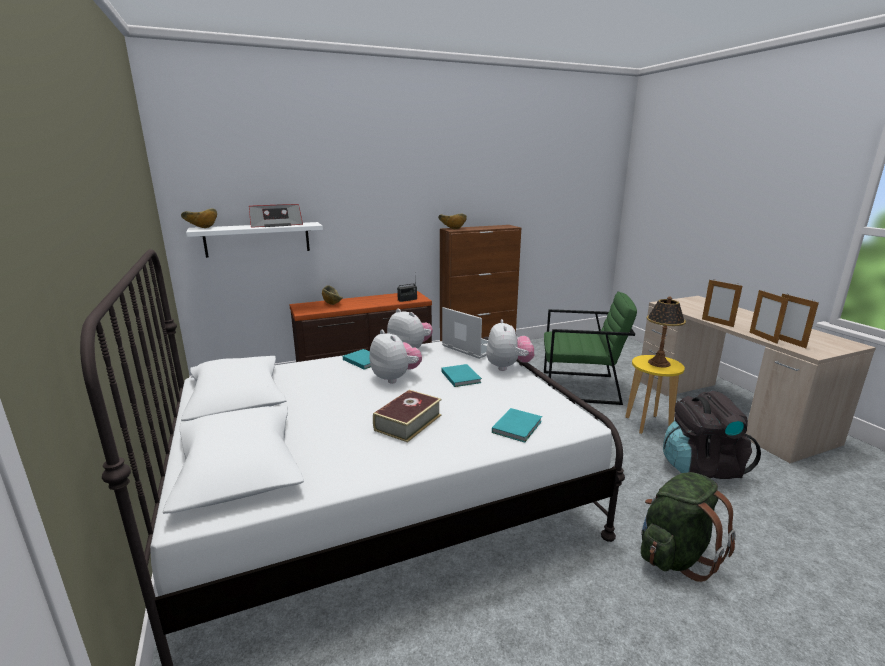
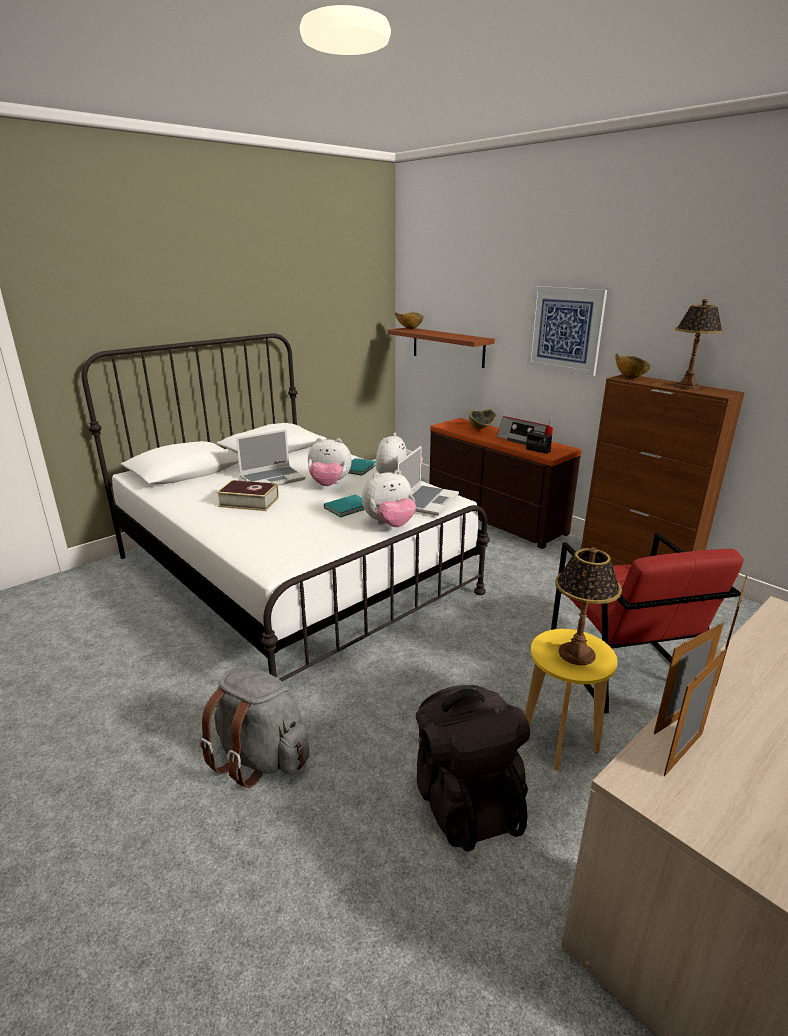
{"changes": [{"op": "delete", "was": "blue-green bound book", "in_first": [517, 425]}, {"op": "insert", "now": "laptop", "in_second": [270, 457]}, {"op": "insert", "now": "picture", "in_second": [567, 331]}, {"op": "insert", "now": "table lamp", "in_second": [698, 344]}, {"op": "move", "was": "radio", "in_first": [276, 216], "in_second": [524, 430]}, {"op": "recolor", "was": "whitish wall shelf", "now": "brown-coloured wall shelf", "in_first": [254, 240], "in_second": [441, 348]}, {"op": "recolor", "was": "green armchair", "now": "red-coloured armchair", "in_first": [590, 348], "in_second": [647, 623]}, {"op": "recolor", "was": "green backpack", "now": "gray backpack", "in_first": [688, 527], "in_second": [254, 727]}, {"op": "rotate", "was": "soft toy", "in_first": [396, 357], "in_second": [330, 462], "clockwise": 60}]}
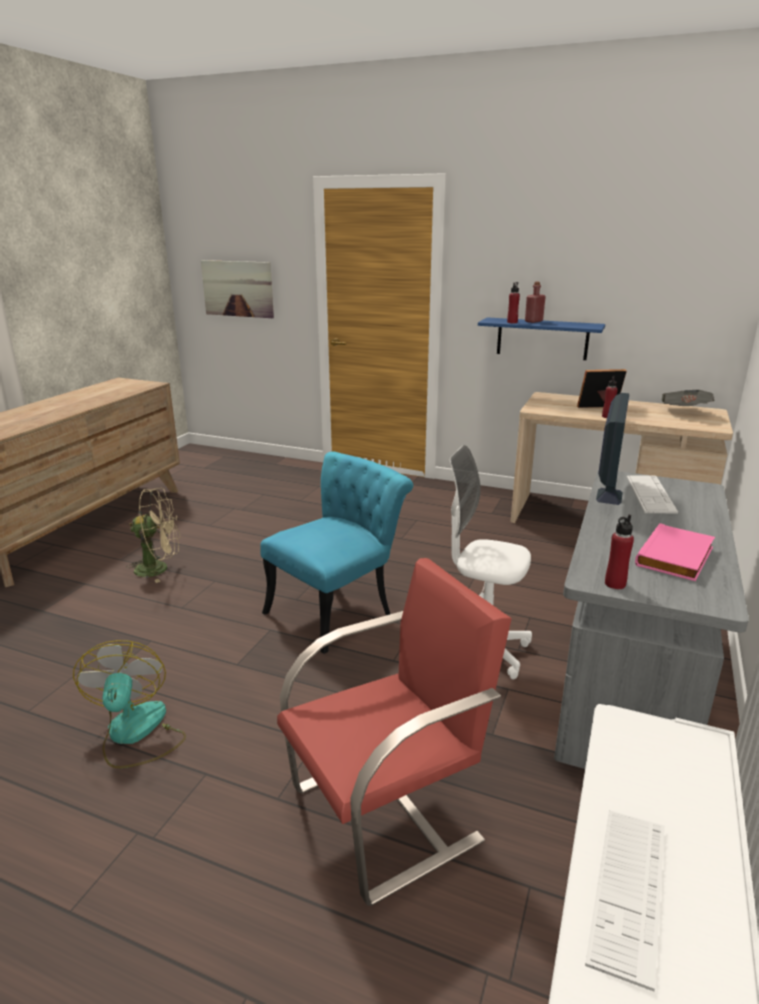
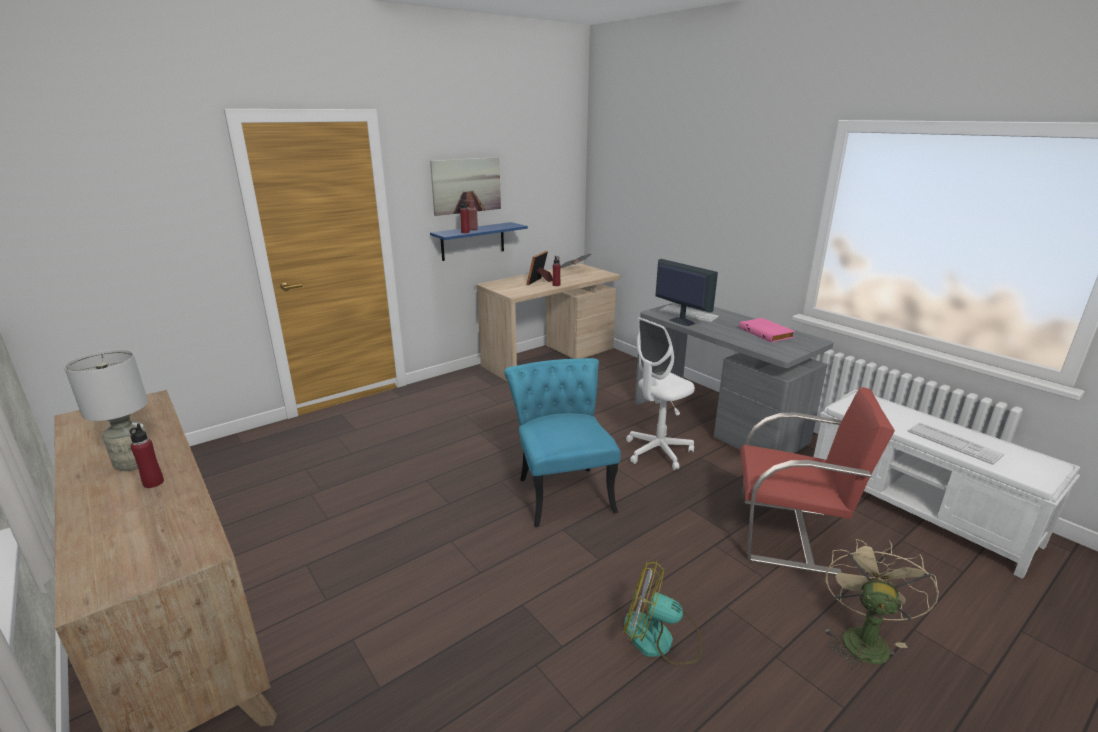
{"changes": [{"op": "insert", "now": "gray table lamp", "in_second": [106, 410]}, {"op": "move", "was": "beige-coloured fan", "in_first": [153, 535], "in_second": [882, 604]}, {"op": "move", "was": "picture", "in_first": [237, 289], "in_second": [465, 186]}, {"op": "move", "was": "red-coloured drink bottle", "in_first": [619, 551], "in_second": [146, 456]}, {"op": "rotate", "was": "red-coloured plain chair", "in_first": [394, 732], "in_second": [817, 481], "clockwise": 105}]}
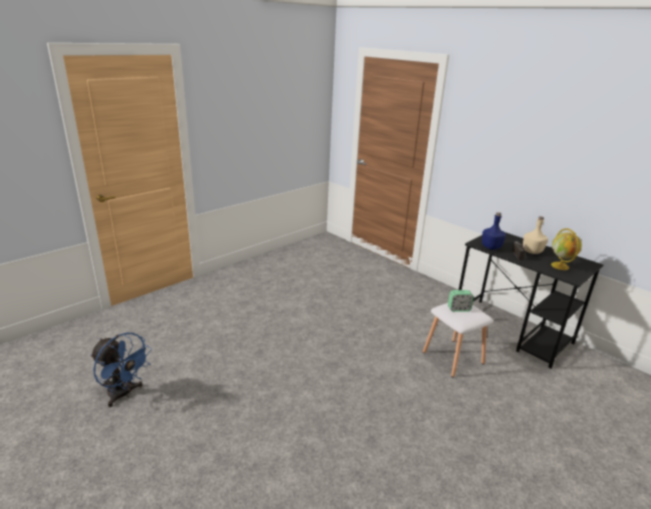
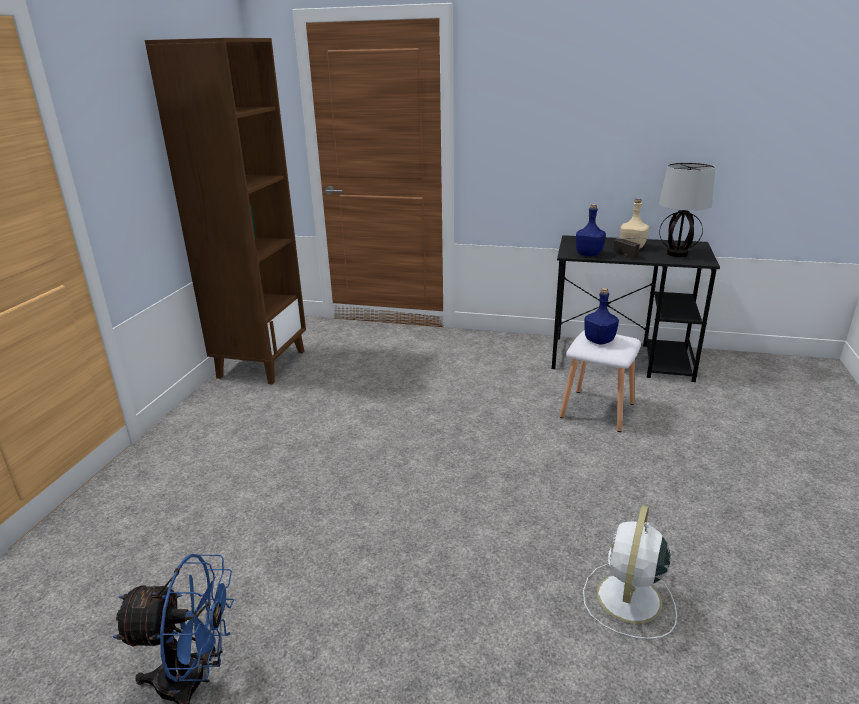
{"changes": [{"op": "insert", "now": "brown-coloured bookshelf", "in_second": [225, 211]}, {"op": "insert", "now": "whitish fan", "in_second": [630, 572]}, {"op": "replace", "was": "alarm clock", "now": "blue drink bottle", "in_first": [461, 301], "in_second": [601, 316]}, {"op": "replace", "was": "world globe", "now": "table lamp", "in_first": [566, 249], "in_second": [687, 209]}]}
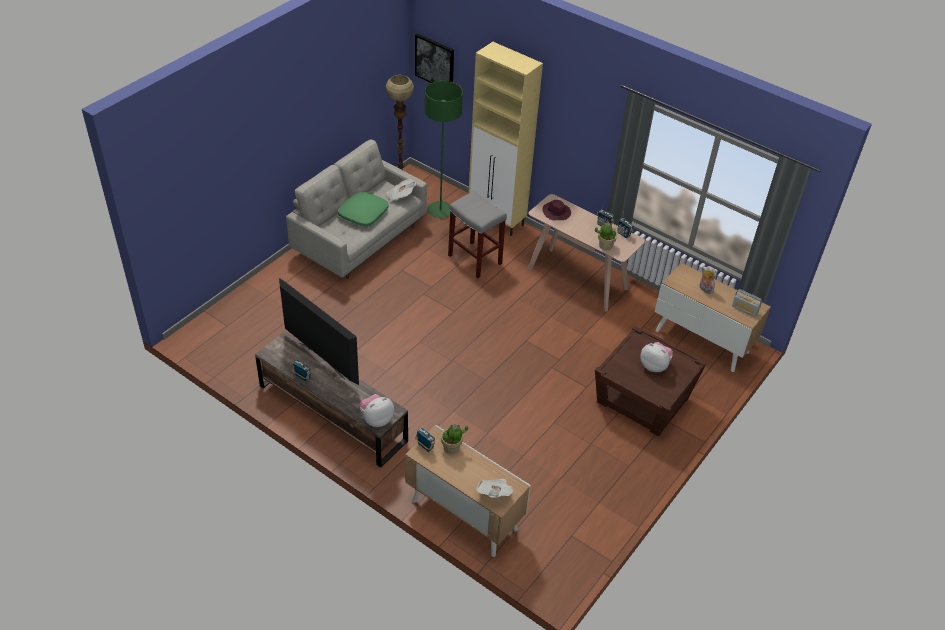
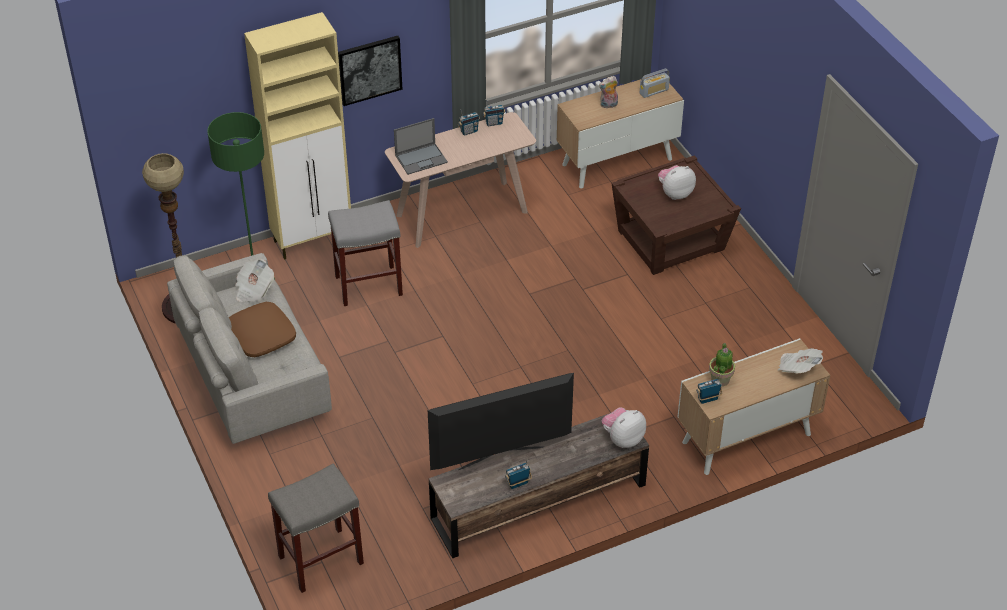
{"changes": [{"op": "delete", "was": "houseplant", "in_first": [606, 236]}, {"op": "insert", "now": "gray stool", "in_second": [316, 528]}, {"op": "move", "was": "picture", "in_first": [434, 58], "in_second": [370, 71]}, {"op": "replace", "was": "purple wearable hat", "now": "laptop", "in_first": [556, 210], "in_second": [421, 146]}, {"op": "recolor", "was": "green throw pillow", "now": "brown-coloured throw pillow", "in_first": [363, 208], "in_second": [262, 329]}, {"op": "rotate", "was": "soft toy", "in_first": [376, 410], "in_second": [624, 427], "clockwise": 60}]}
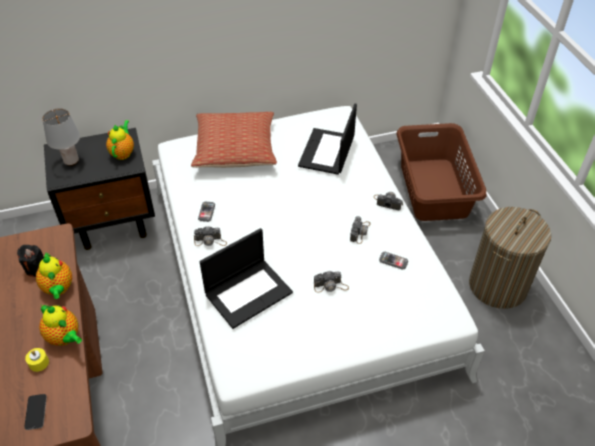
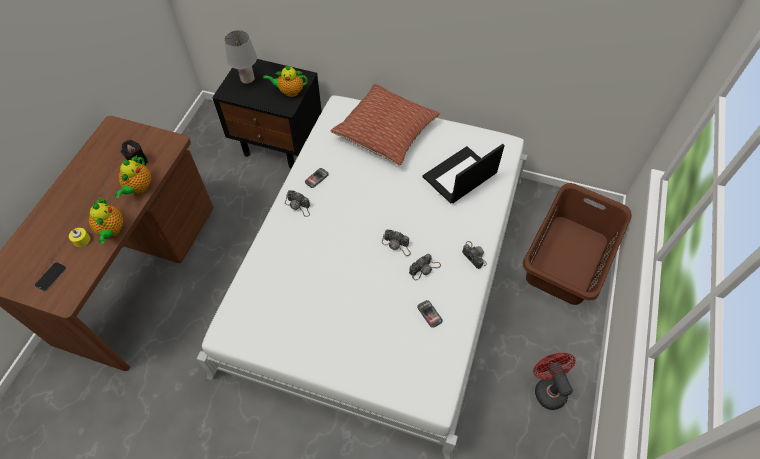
{"changes": [{"op": "delete", "was": "laptop", "in_first": [246, 278]}, {"op": "move", "was": "still camera", "in_first": [331, 282], "in_second": [396, 242]}, {"op": "replace", "was": "laundry basket", "now": "red-coloured fan", "in_first": [510, 258], "in_second": [554, 381]}, {"op": "rotate", "was": "pot for tea", "in_first": [120, 140], "in_second": [285, 80], "clockwise": -135}]}
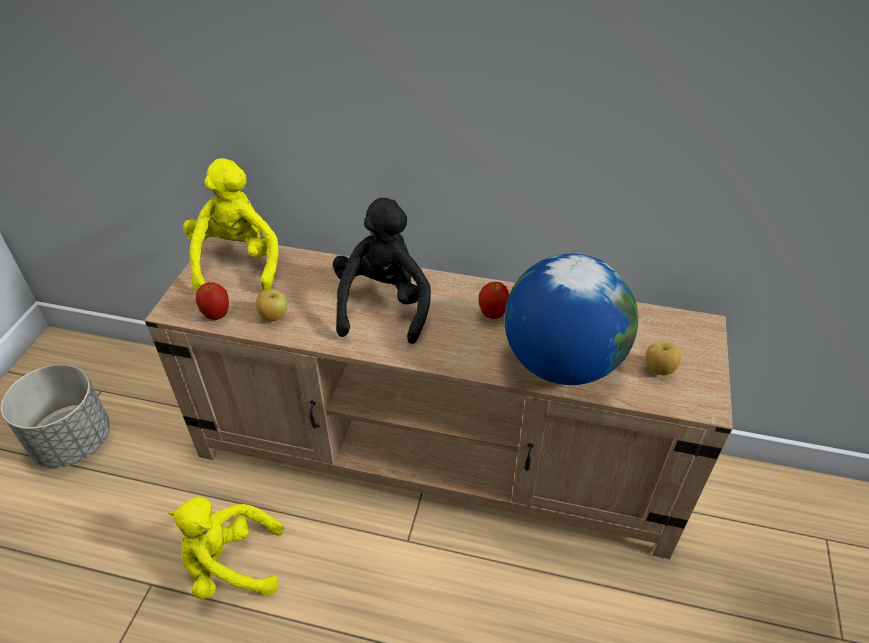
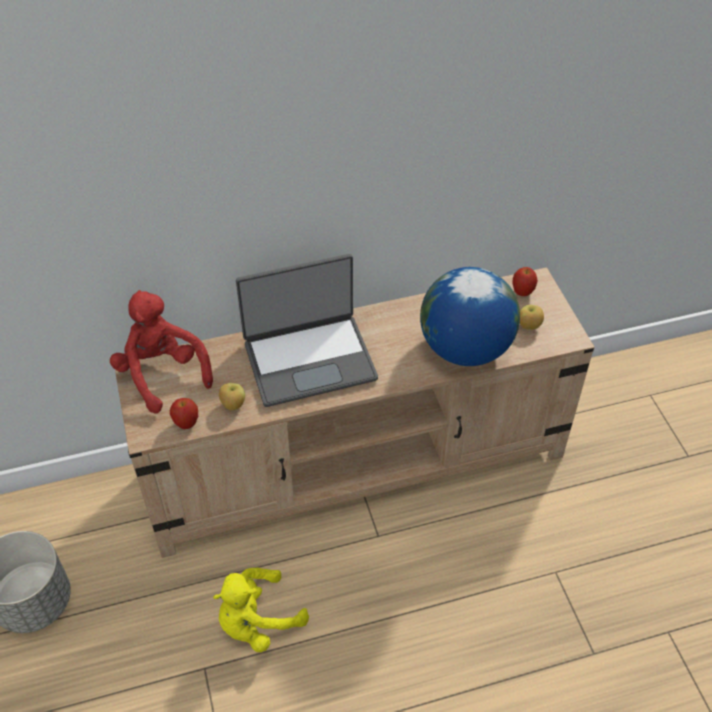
{"changes": [{"op": "move", "was": "whole apple", "in_first": [494, 300], "in_second": [525, 281]}, {"op": "replace", "was": "black soft toy", "now": "laptop", "in_first": [382, 271], "in_second": [307, 330]}, {"op": "recolor", "was": "yellow-coloured soft toy", "now": "red-coloured soft toy", "in_first": [231, 225], "in_second": [161, 352]}]}
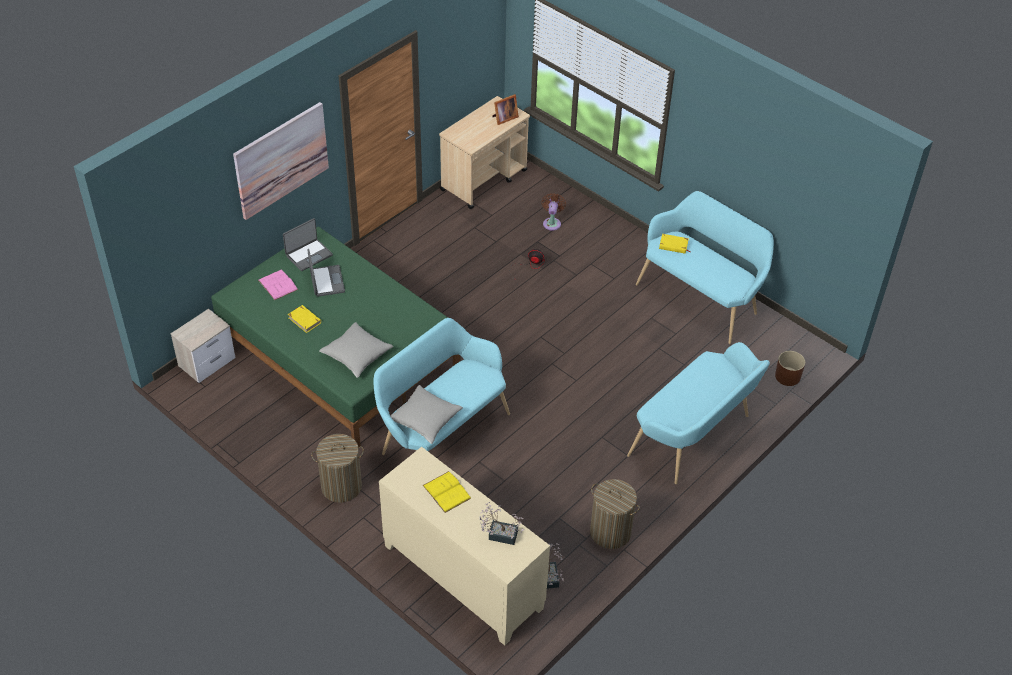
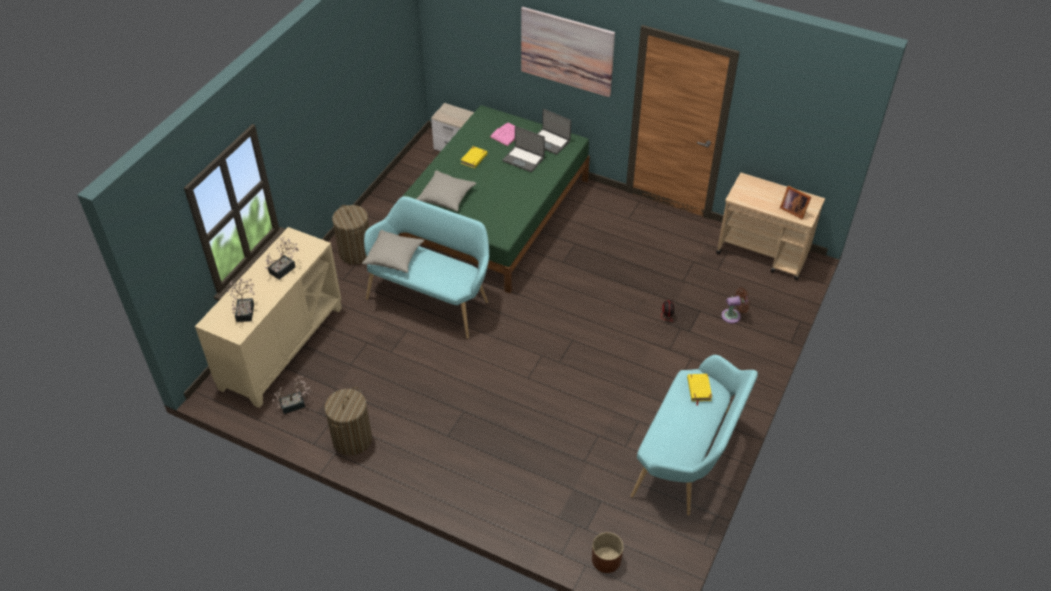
{"changes": [{"op": "delete", "was": "blue-green indoor bench", "in_first": [698, 413]}, {"op": "replace", "was": "yellow-coloured bound book", "now": "houseplant", "in_first": [447, 492], "in_second": [282, 258]}, {"op": "rotate", "was": "laptop", "in_first": [326, 273], "in_second": [523, 149], "clockwise": 60}]}
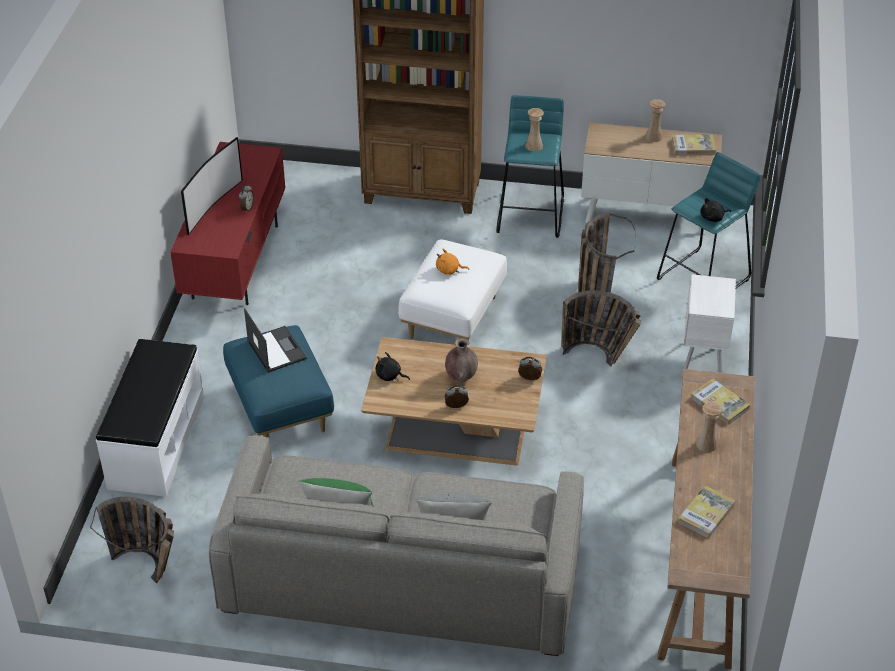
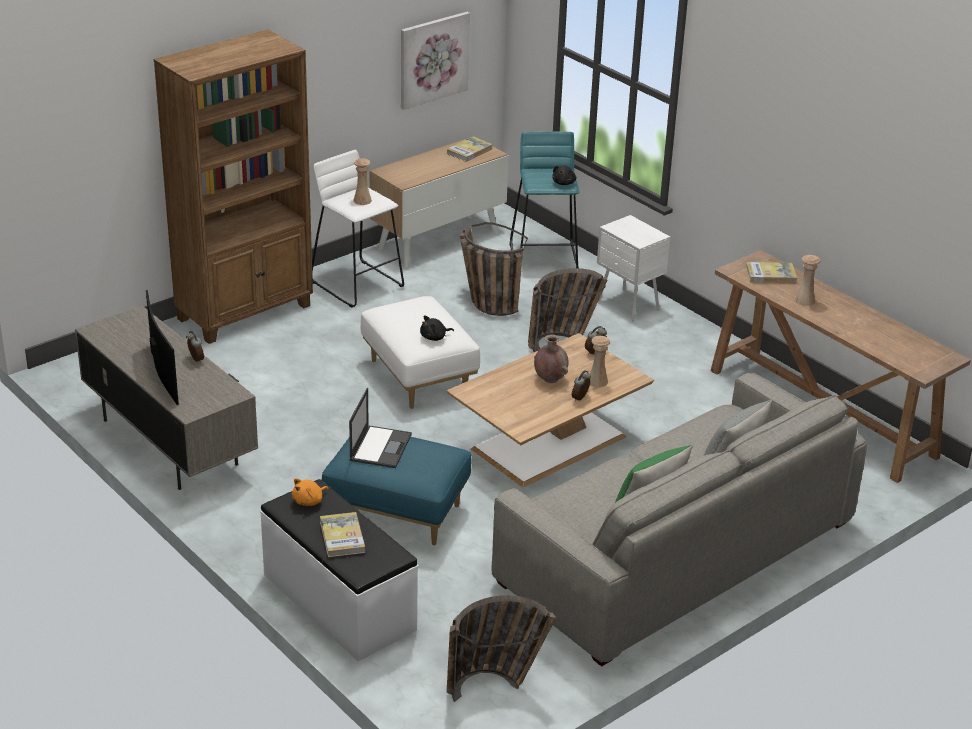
{"changes": [{"op": "insert", "now": "picture", "in_second": [435, 61]}, {"op": "move", "was": "black soft toy", "in_first": [392, 366], "in_second": [437, 328]}, {"op": "move", "was": "orange soft toy", "in_first": [452, 262], "in_second": [310, 492]}, {"op": "move", "was": "beige-coloured decorative vase", "in_first": [655, 120], "in_second": [599, 361]}, {"op": "move", "was": "bound book", "in_first": [706, 512], "in_second": [342, 534]}, {"op": "recolor", "was": "red-coloured media console", "now": "gray media console", "in_first": [227, 223], "in_second": [166, 398]}, {"op": "recolor", "was": "blue-green stool", "now": "whitish stool", "in_first": [530, 166], "in_second": [358, 228]}, {"op": "rotate", "was": "laptop", "in_first": [275, 340], "in_second": [380, 428], "clockwise": 90}]}
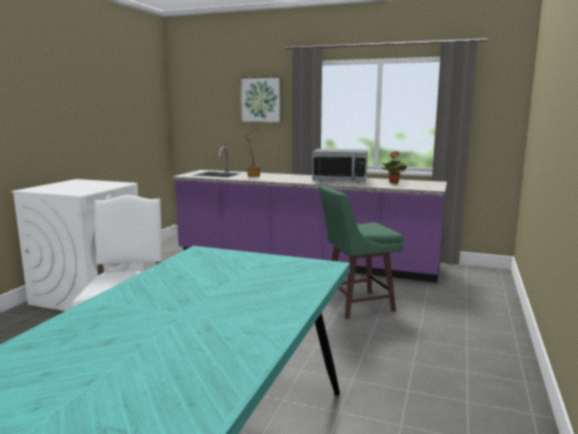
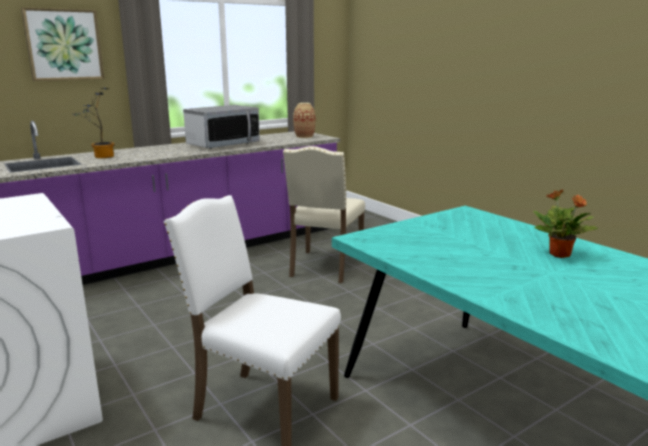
{"changes": [{"op": "insert", "now": "decorative vase", "in_second": [304, 120]}, {"op": "move", "was": "houseplant", "in_first": [394, 167], "in_second": [565, 223]}, {"op": "replace", "was": "green stool", "now": "beige-coloured plain chair", "in_first": [361, 252], "in_second": [324, 214]}]}
